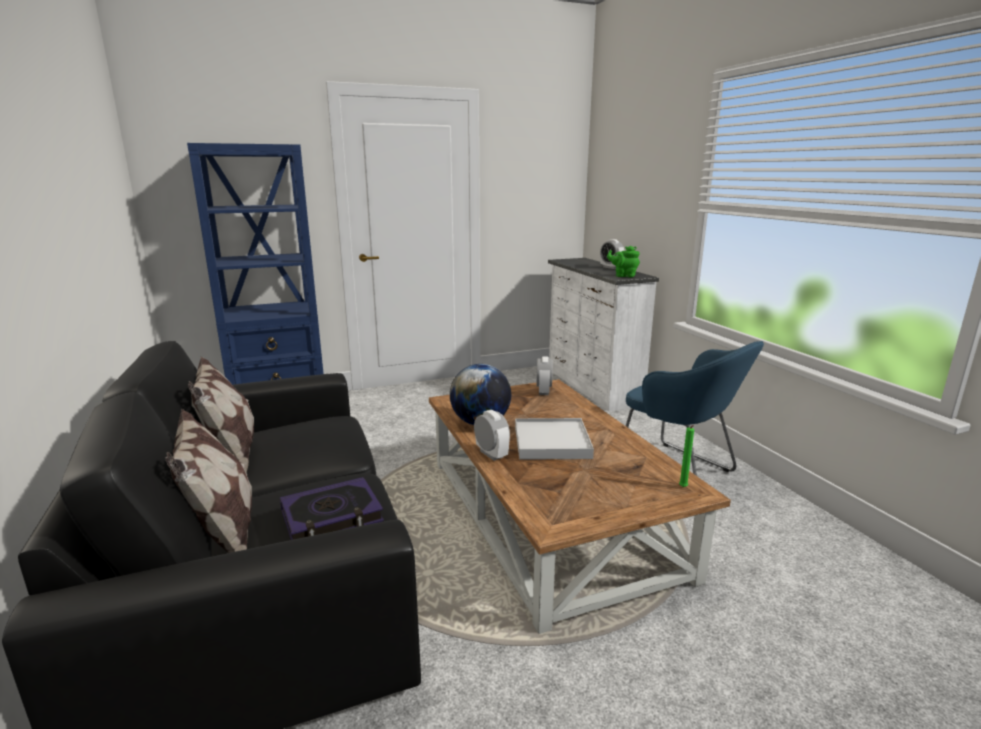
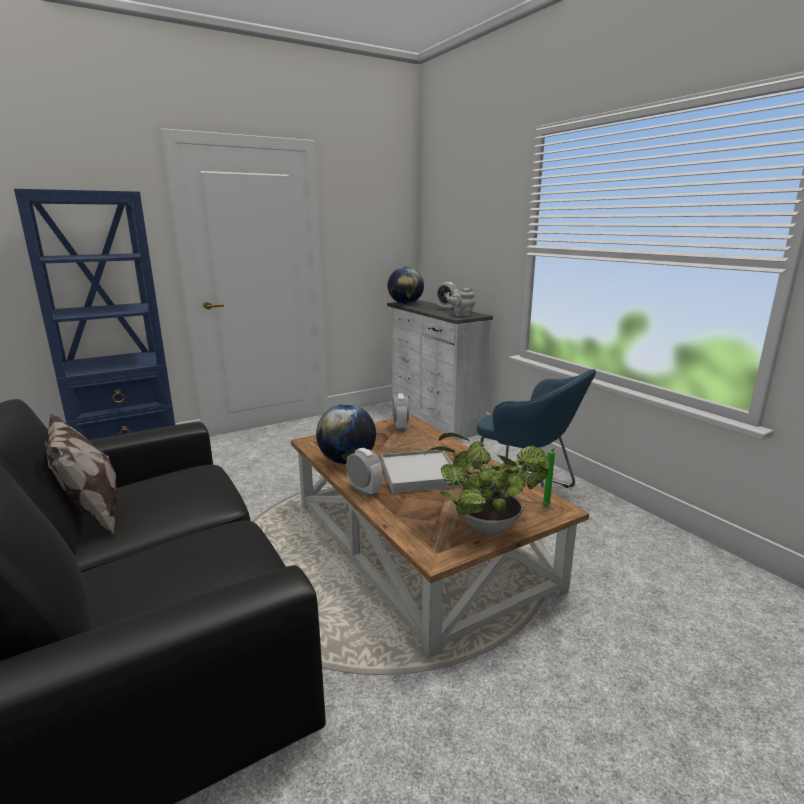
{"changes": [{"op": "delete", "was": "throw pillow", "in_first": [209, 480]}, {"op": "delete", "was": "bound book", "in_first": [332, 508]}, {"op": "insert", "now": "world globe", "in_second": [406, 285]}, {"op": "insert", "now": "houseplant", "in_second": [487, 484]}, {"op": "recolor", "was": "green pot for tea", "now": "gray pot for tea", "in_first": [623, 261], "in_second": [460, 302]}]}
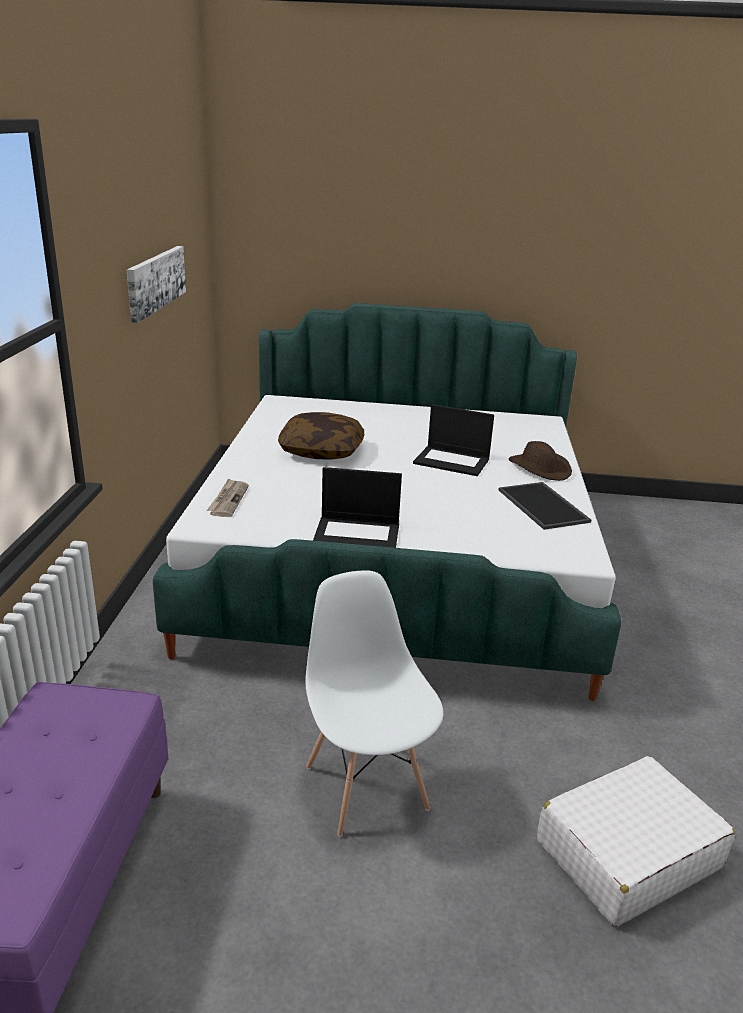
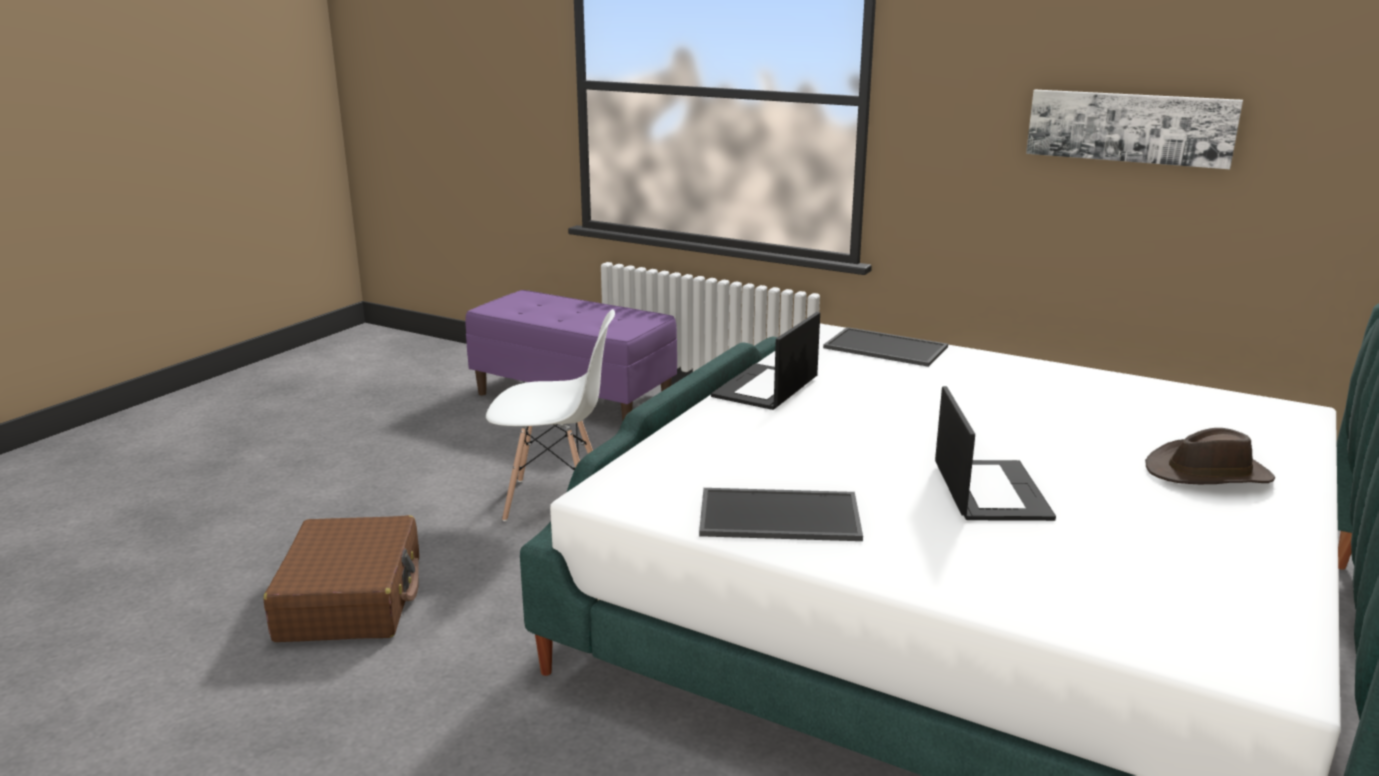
{"changes": [{"op": "delete", "was": "throw pillow", "in_first": [321, 435]}, {"op": "move", "was": "brown-coloured wearable hat", "in_first": [540, 461], "in_second": [1210, 456]}, {"op": "replace", "was": "printed paper", "now": "tray", "in_first": [228, 497], "in_second": [885, 347]}, {"op": "recolor", "was": "whitish suitcase", "now": "brown-coloured suitcase", "in_first": [636, 841], "in_second": [341, 578]}, {"op": "rotate", "was": "laptop", "in_first": [453, 440], "in_second": [995, 453], "clockwise": 135}]}
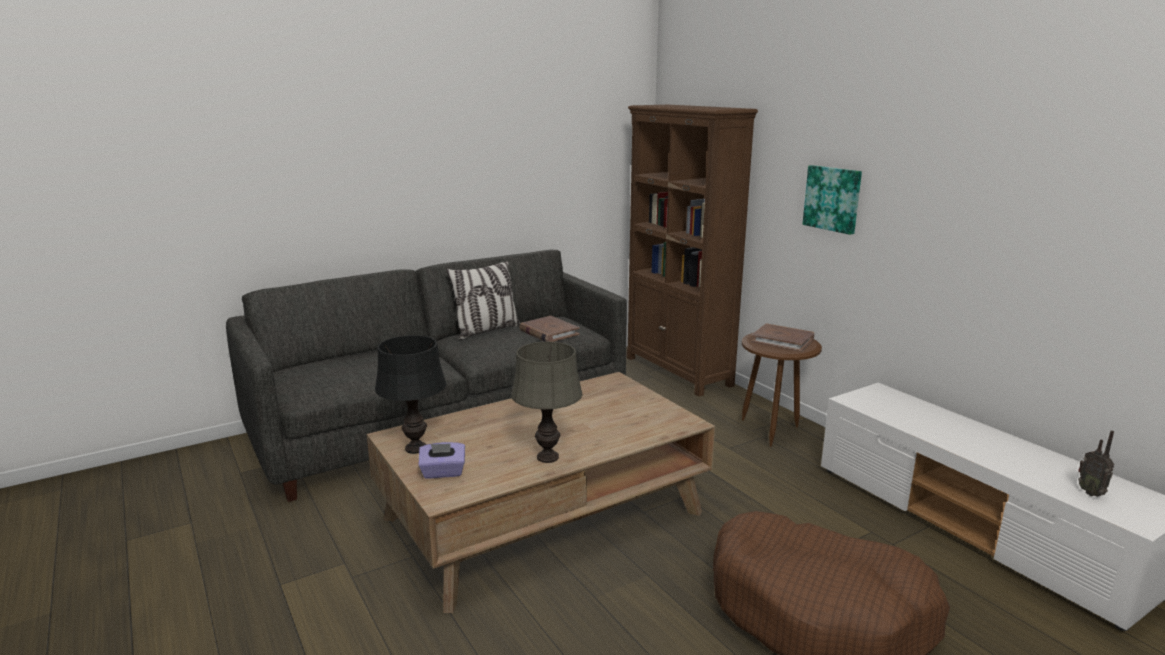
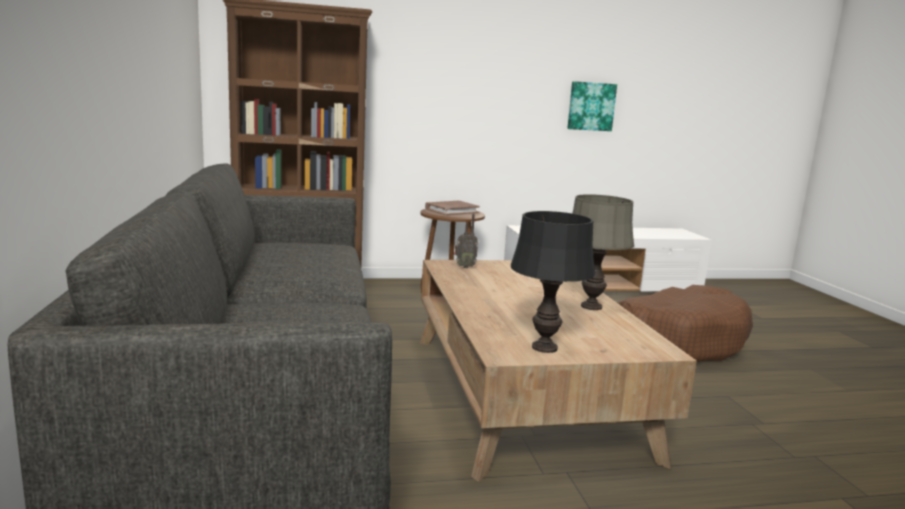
{"changes": [{"op": "delete", "was": "purple box of tissues", "in_first": [441, 460]}, {"op": "delete", "was": "throw pillow", "in_first": [484, 300]}, {"op": "delete", "was": "brown-coloured bound book", "in_first": [550, 329]}, {"op": "move", "was": "picture", "in_first": [832, 200], "in_second": [592, 106]}, {"op": "move", "was": "radio", "in_first": [1096, 463], "in_second": [466, 241]}]}
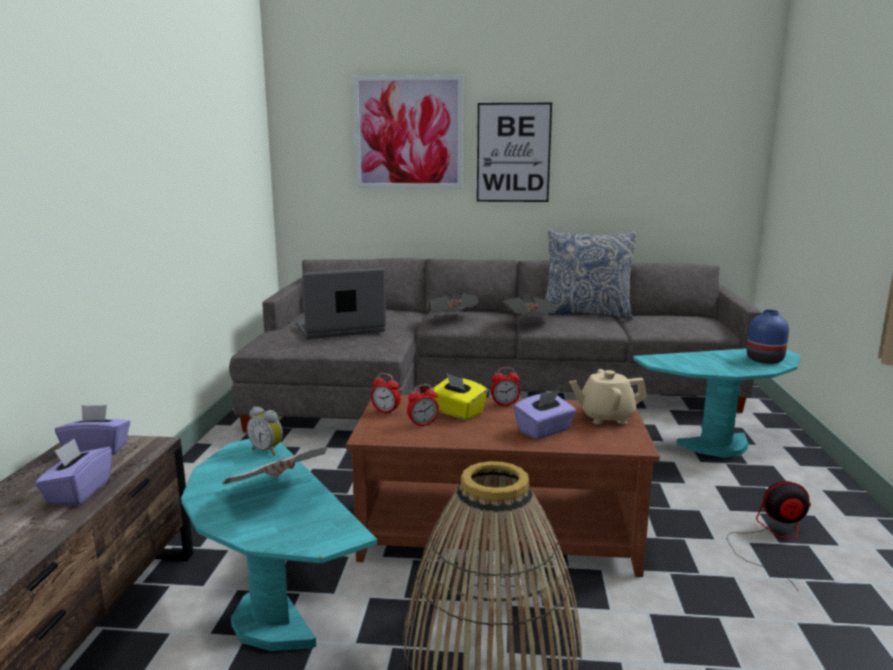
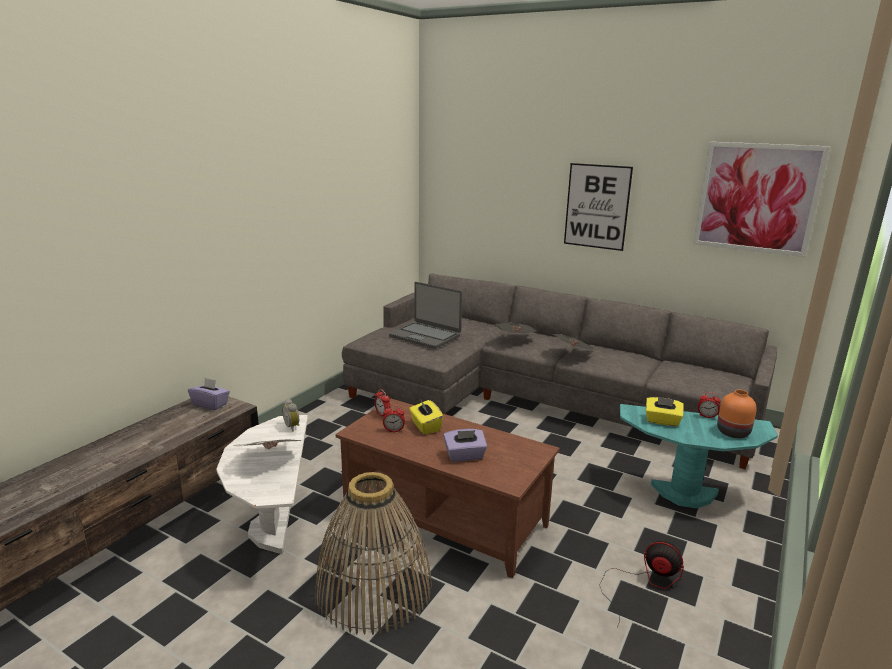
{"changes": [{"op": "delete", "was": "purple box of tissues", "in_first": [73, 472]}, {"op": "delete", "was": "throw pillow", "in_first": [591, 275]}, {"op": "delete", "was": "beige-coloured pot for tea", "in_first": [608, 396]}, {"op": "insert", "now": "yellow-coloured box of tissues", "in_second": [665, 412]}, {"op": "move", "was": "picture", "in_first": [408, 131], "in_second": [761, 199]}, {"op": "move", "was": "alarm clock", "in_first": [505, 386], "in_second": [709, 405]}, {"op": "recolor", "was": "blue-green side table", "now": "whitish side table", "in_first": [279, 545], "in_second": [262, 484]}, {"op": "recolor", "was": "blue decorative vase", "now": "orange decorative vase", "in_first": [768, 337], "in_second": [737, 414]}, {"op": "rotate", "was": "laptop", "in_first": [341, 303], "in_second": [425, 315], "clockwise": -150}]}
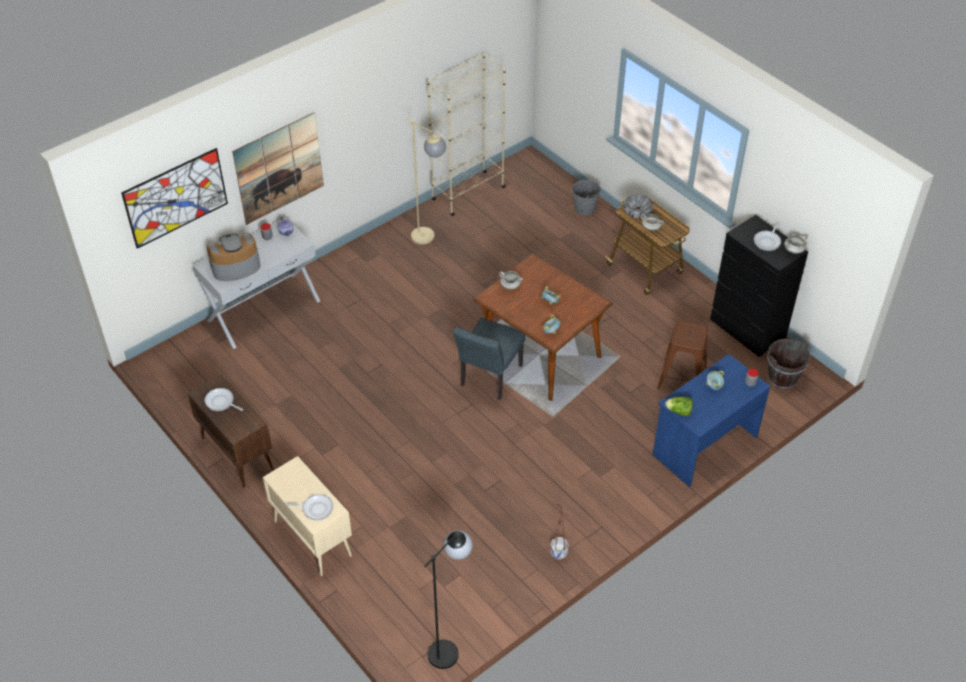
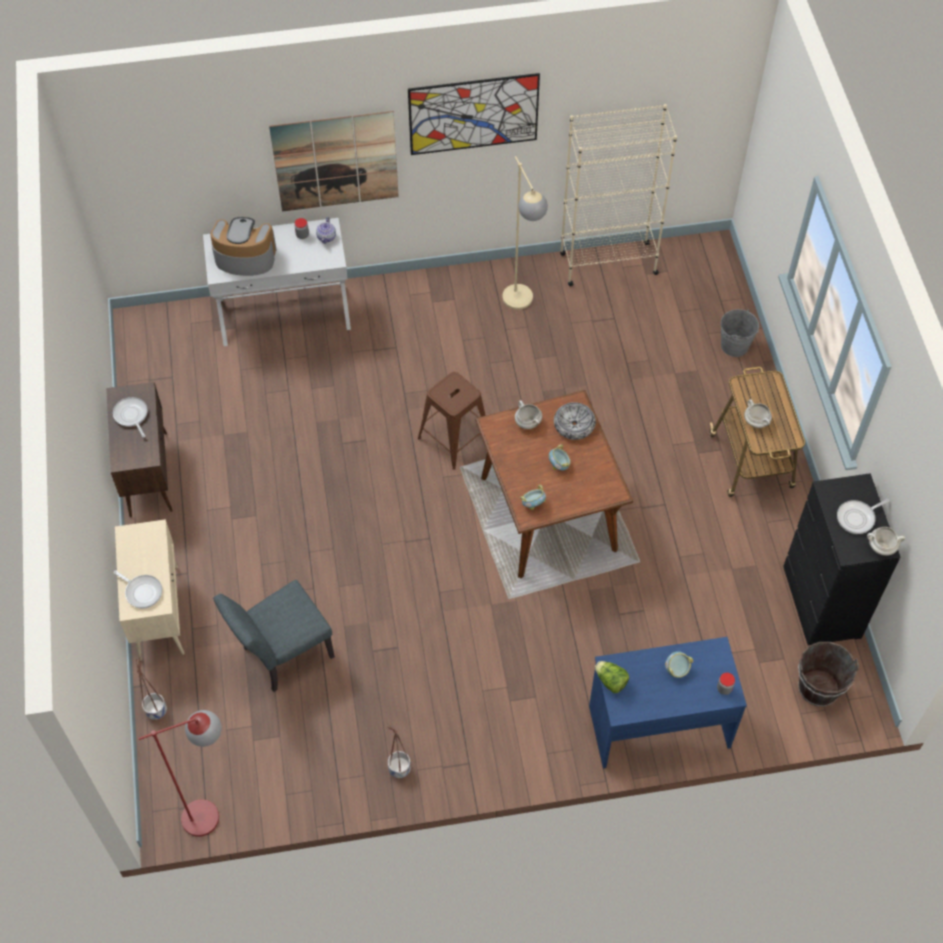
{"changes": [{"op": "insert", "now": "plant pot", "in_second": [151, 689]}, {"op": "move", "was": "picture", "in_first": [174, 198], "in_second": [474, 114]}, {"op": "move", "was": "gray plain chair", "in_first": [489, 359], "in_second": [274, 636]}, {"op": "move", "was": "serving bowl", "in_first": [638, 206], "in_second": [575, 421]}, {"op": "move", "was": "brown-coloured stool", "in_first": [682, 355], "in_second": [452, 421]}, {"op": "recolor", "was": "black floor lamp", "now": "red-coloured floor lamp", "in_first": [449, 599], "in_second": [180, 773]}]}
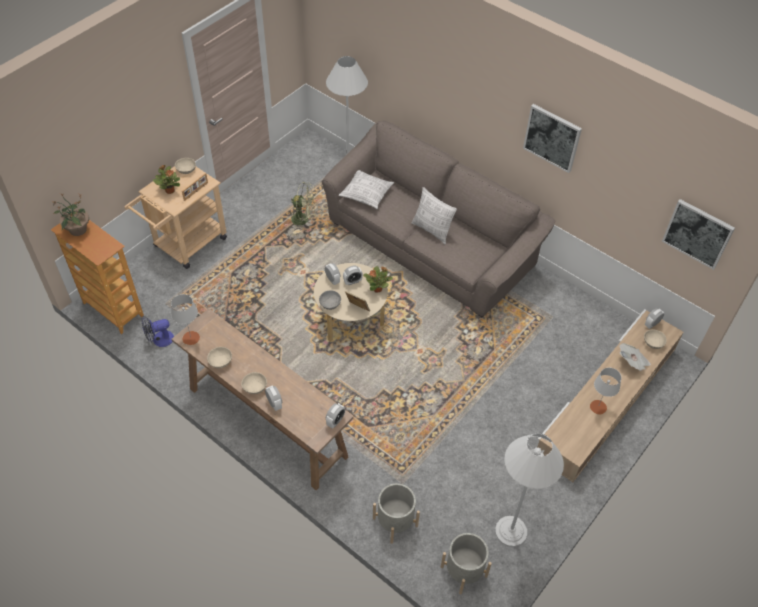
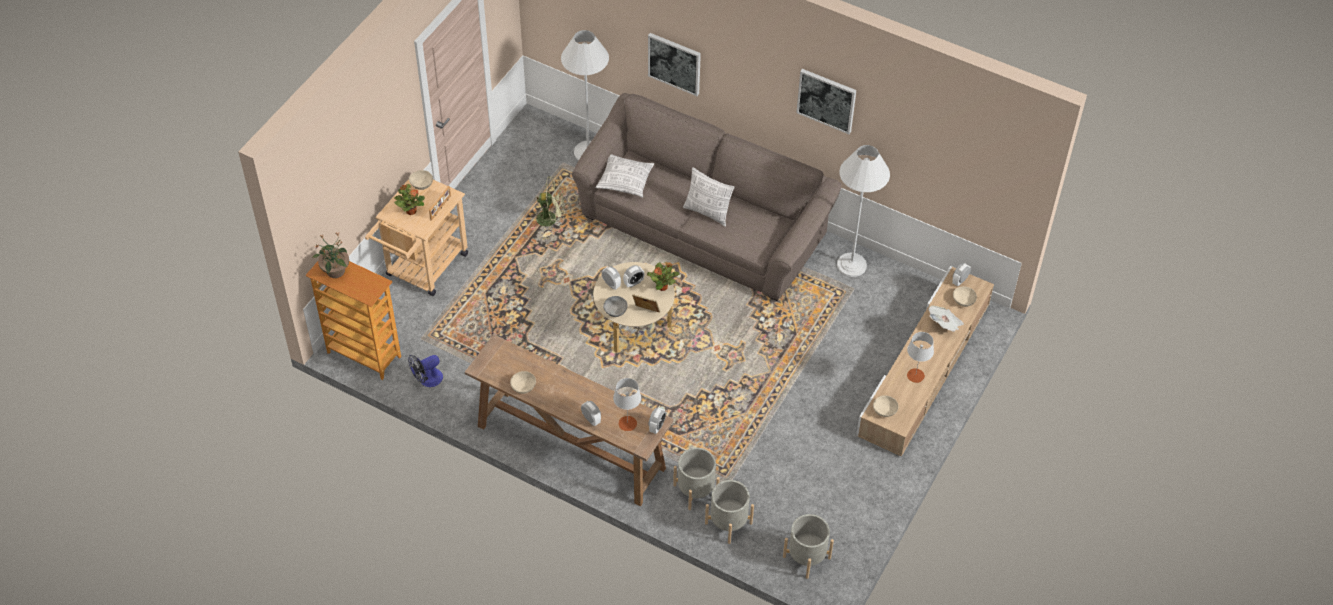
{"changes": [{"op": "insert", "now": "gray plant pot", "in_second": [696, 479]}, {"op": "move", "was": "gray table lamp", "in_first": [185, 319], "in_second": [627, 404]}, {"op": "move", "was": "beige-coloured serving bowl", "in_first": [254, 383], "in_second": [886, 406]}, {"op": "move", "was": "whitish floor lamp", "in_first": [529, 490], "in_second": [863, 211]}, {"op": "move", "was": "picture", "in_first": [698, 234], "in_second": [674, 64]}]}
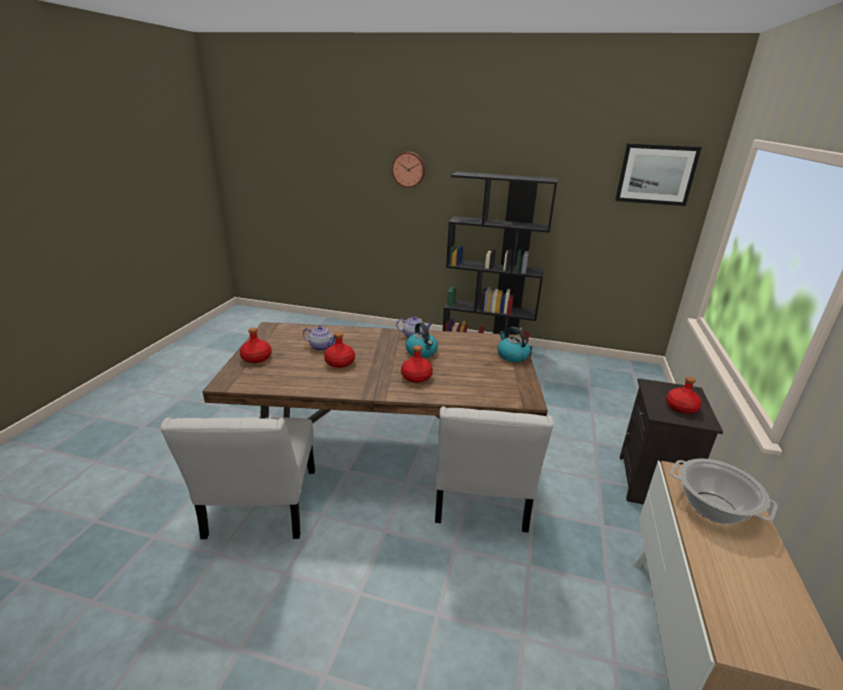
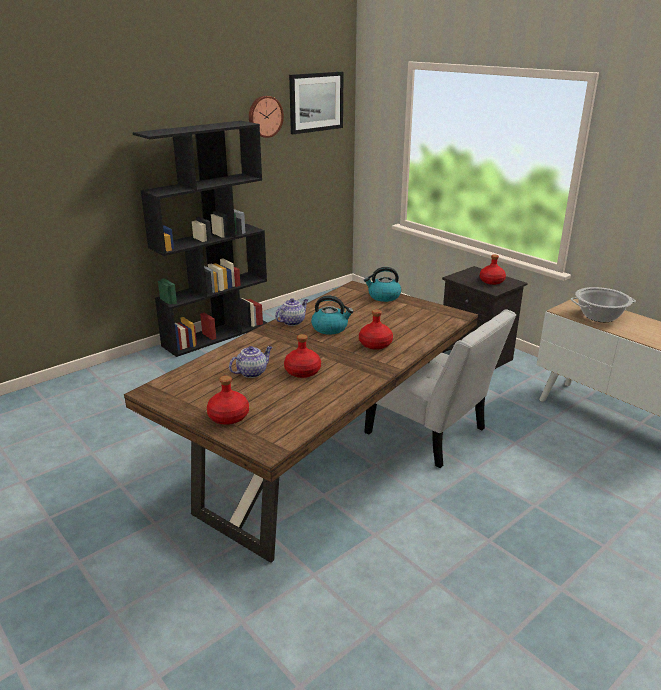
{"changes": [{"op": "delete", "was": "whitish plain chair", "in_first": [237, 478]}, {"op": "move", "was": "clock on the wall", "in_first": [408, 170], "in_second": [266, 117]}]}
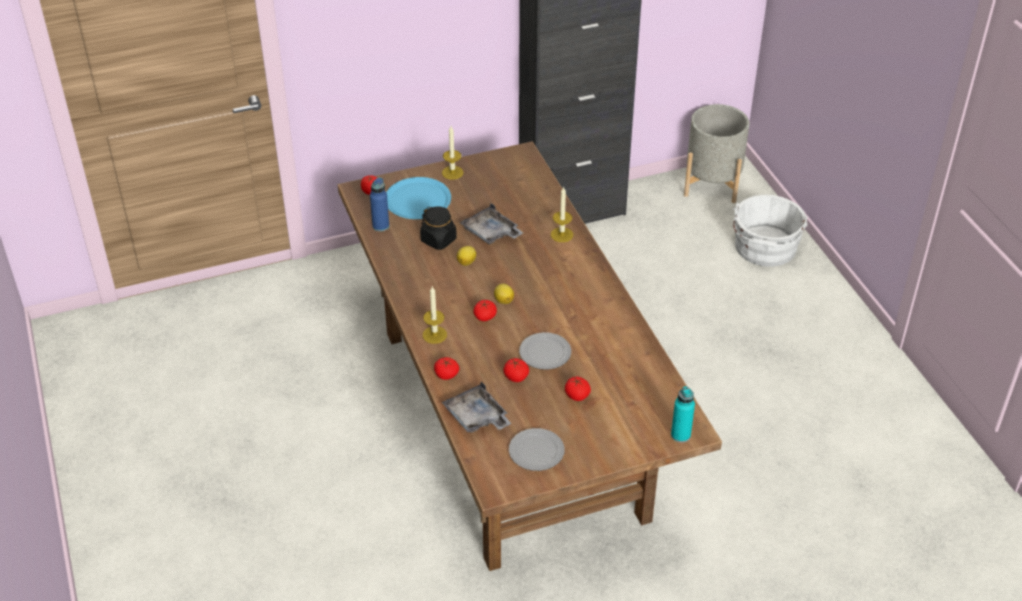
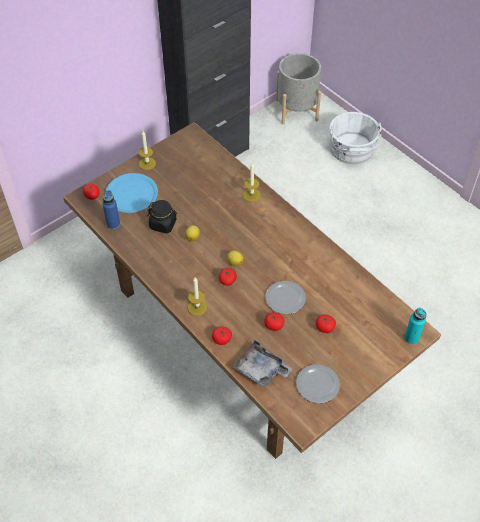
{"changes": [{"op": "delete", "was": "gray tray", "in_first": [491, 223]}]}
